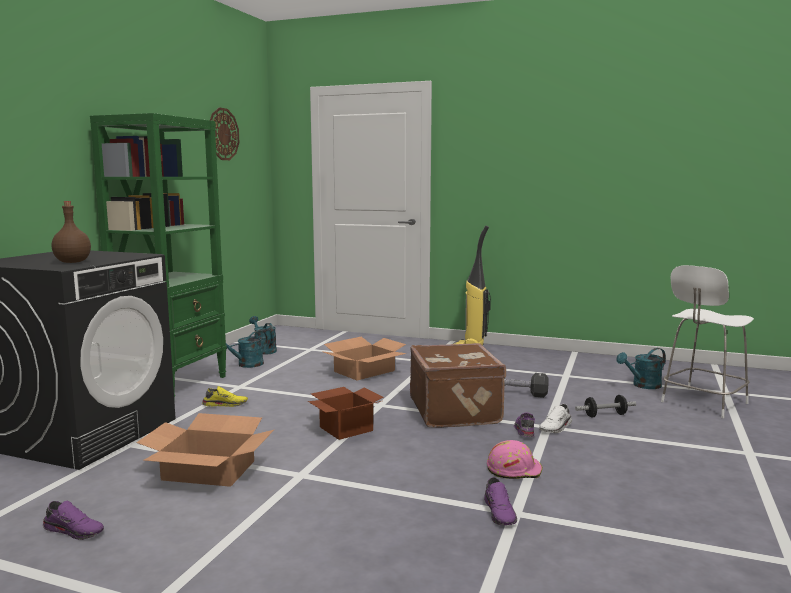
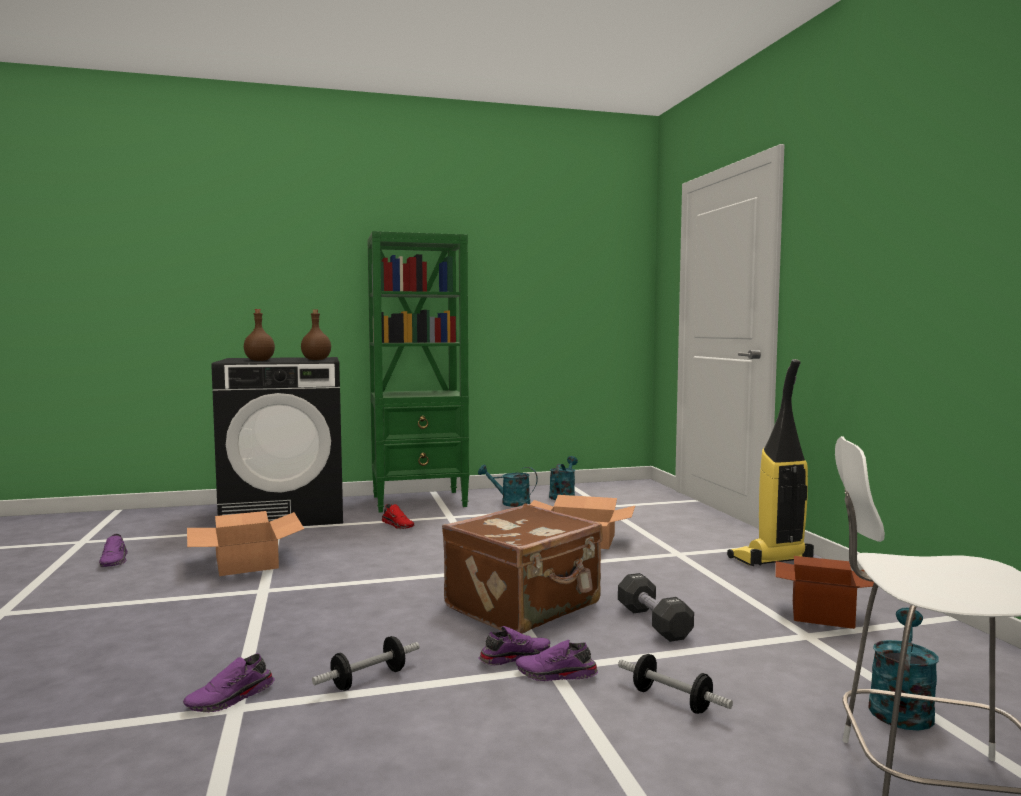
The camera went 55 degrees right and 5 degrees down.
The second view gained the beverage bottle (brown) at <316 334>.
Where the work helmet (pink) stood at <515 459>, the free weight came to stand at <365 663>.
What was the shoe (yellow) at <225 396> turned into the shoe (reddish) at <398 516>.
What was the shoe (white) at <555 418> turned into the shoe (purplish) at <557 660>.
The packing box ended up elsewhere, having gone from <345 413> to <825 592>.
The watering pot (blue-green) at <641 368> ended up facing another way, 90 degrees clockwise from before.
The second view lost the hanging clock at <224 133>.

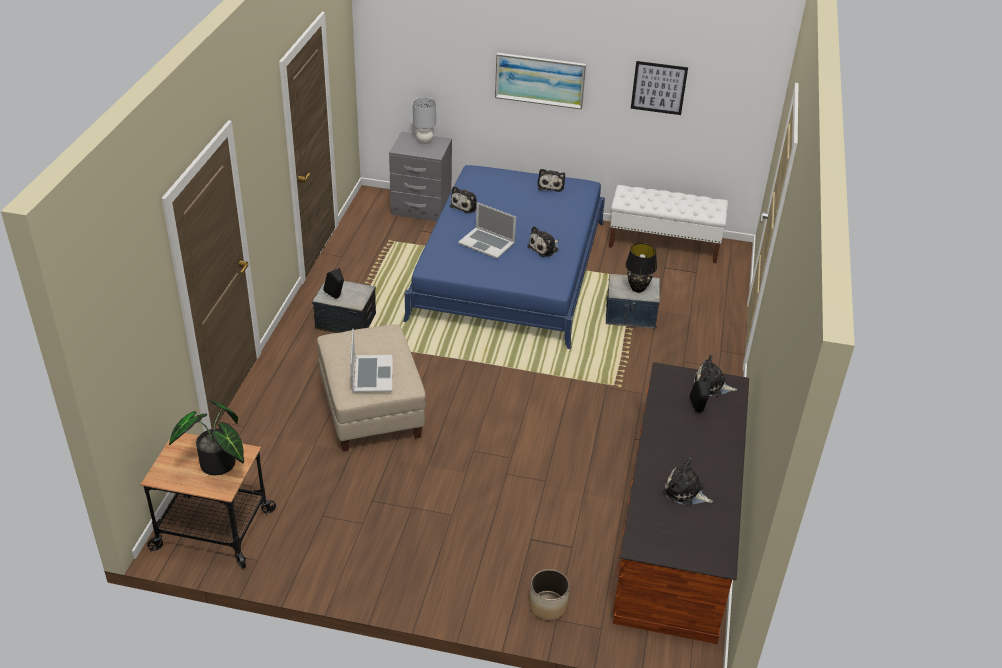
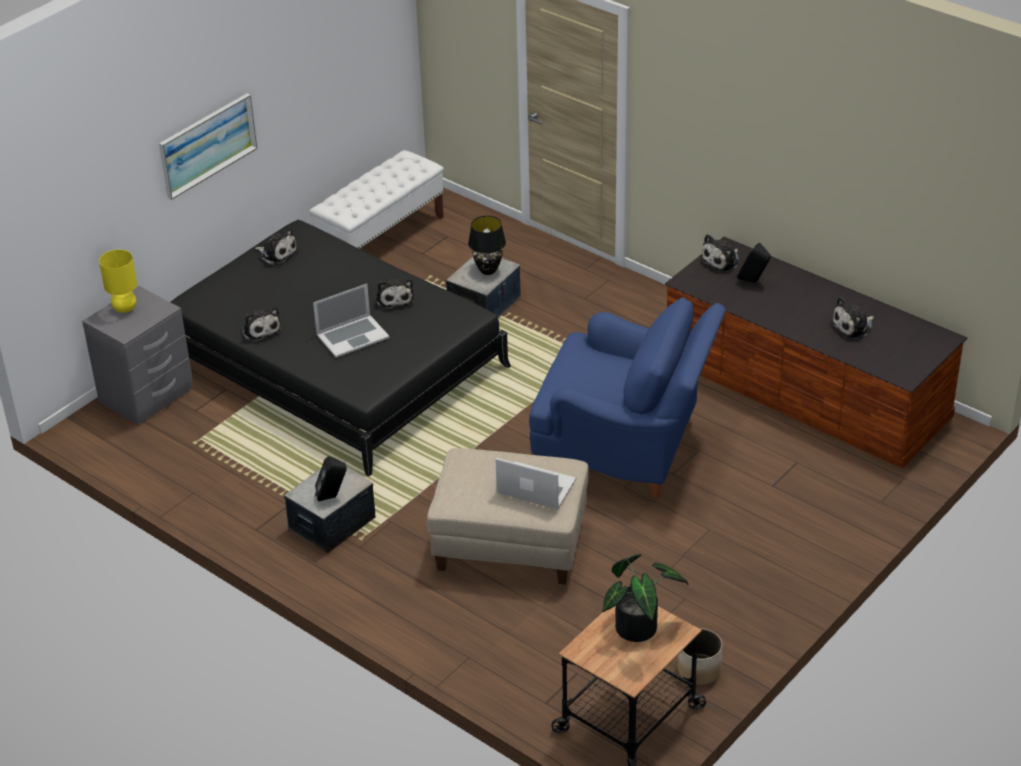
The camera went 60 degrees left and 0 degrees up.
What was the lamp for a table (greyish) at <424 120> turned into the lamp for a table (yellow) at <118 281>.
What was the sleeping bed (blue-coloured) at <504 257> turned into the sleeping bed (blackish) at <341 348>.
The second view gained the lounge chair (blue-coloured) at <627 398>.
The flower pot ended up elsewhere, having gone from <549 594> to <700 656>.
The second view lost the picture at <659 88>.

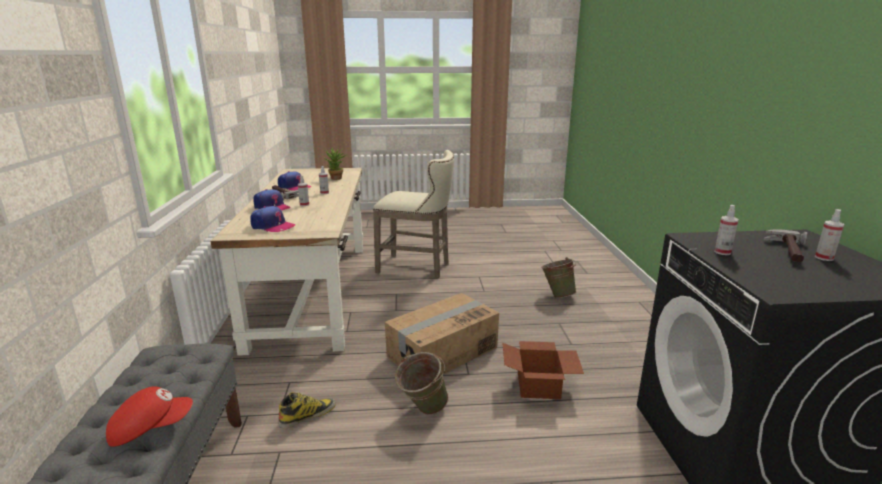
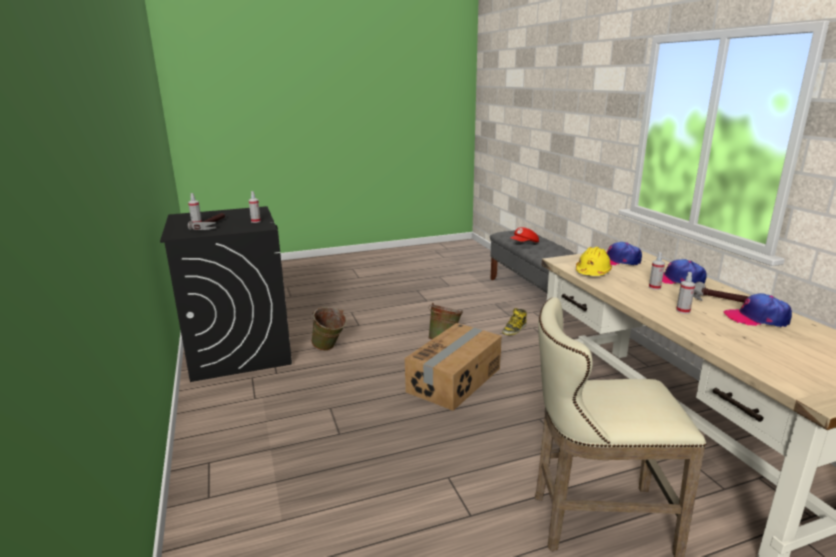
The camera went 165 degrees right and 0 degrees up.
The bucket (greenish) ended up elsewhere, having gone from <558 277> to <329 329>.
The second view gained the work helmet (yellow) at <594 261>.
The second view lost the houseplant at <335 164>.
The second view lost the packing box at <543 370>.

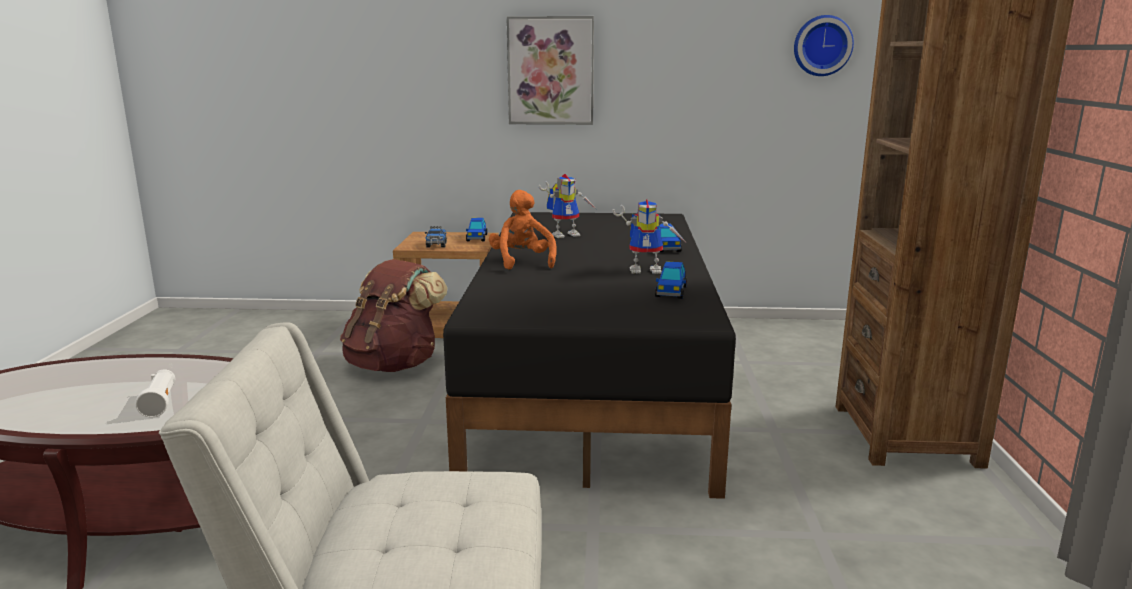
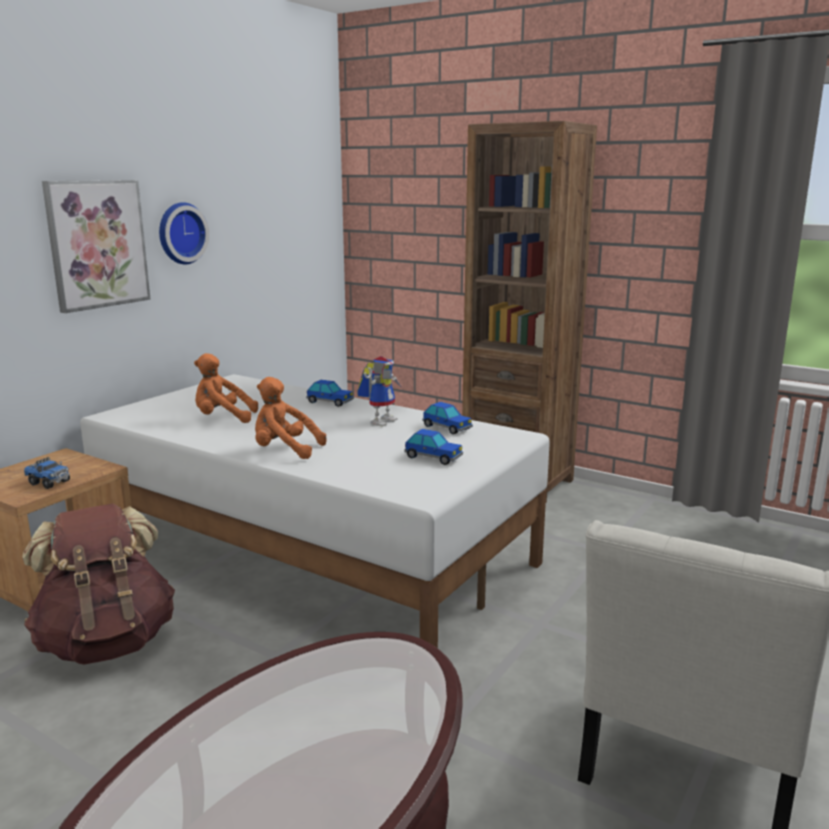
The camera went 60 degrees left and 0 degrees up.
What was the sleeping bed (blackish) at <589 355> turned into the sleeping bed (white) at <315 511>.
The hanging clock ended up elsewhere, having gone from <824 45> to <184 233>.
Where the model robot stood at <567 206>, the soft toy (orangey) came to stand at <226 388>.
The miniature car ended up elsewhere, having gone from <476 229> to <433 447>.
The second view lost the torch (white) at <155 393>.

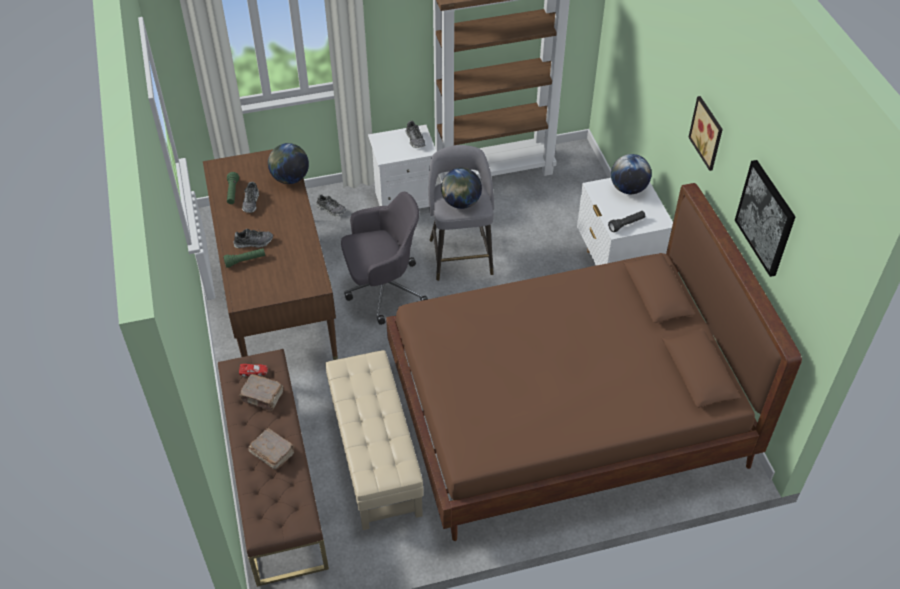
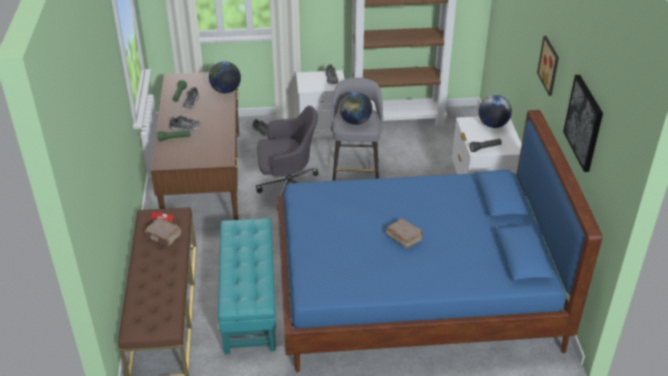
The camera went 10 degrees right and 10 degrees down.
What was the footrest (beige) at <374 440> turned into the footrest (blue-green) at <247 286>.
What was the sleeping bed (brown) at <594 362> turned into the sleeping bed (blue-coloured) at <439 241>.
The bound book (brown) ended up elsewhere, having gone from <272 448> to <405 233>.

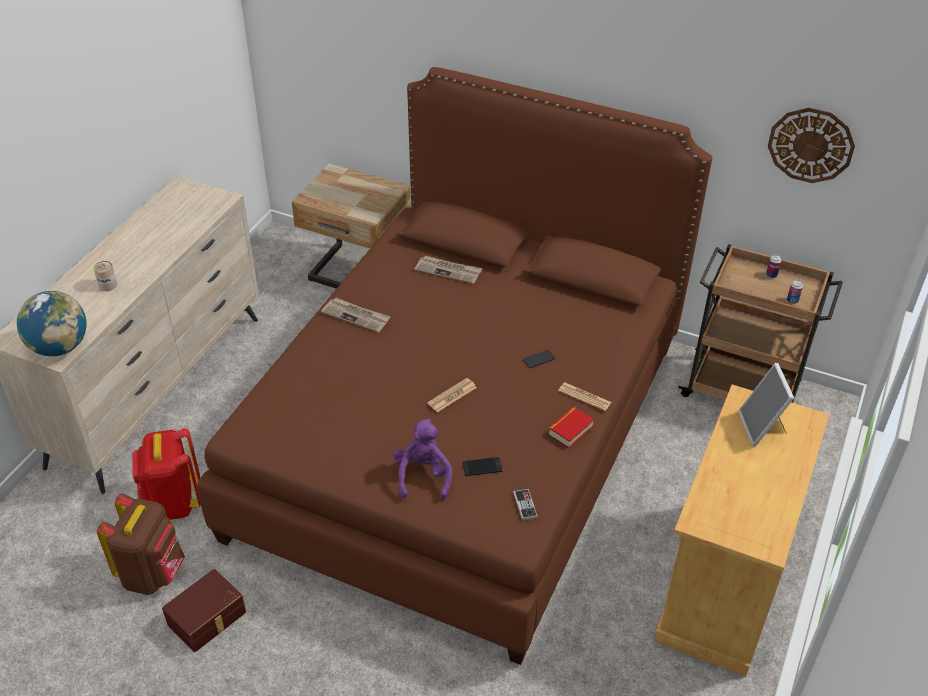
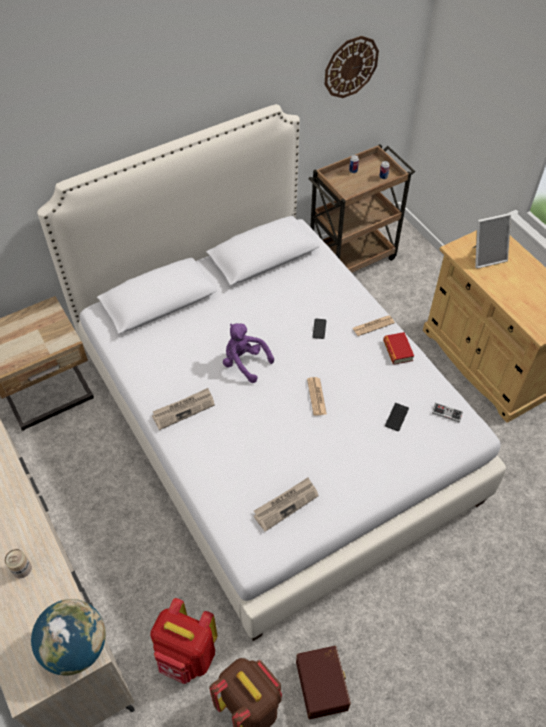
The camera went 55 degrees left and 10 degrees up.
What was the sleeping bed (brown) at <454 366> turned into the sleeping bed (white) at <271 372>.
The soft toy (purplish) ended up elsewhere, having gone from <422 459> to <248 353>.
The daily paper ended up elsewhere, having gone from <448 270> to <286 505>.
The photo frame at <766 405> ended up facing another way, 45 degrees counterclockwise from before.

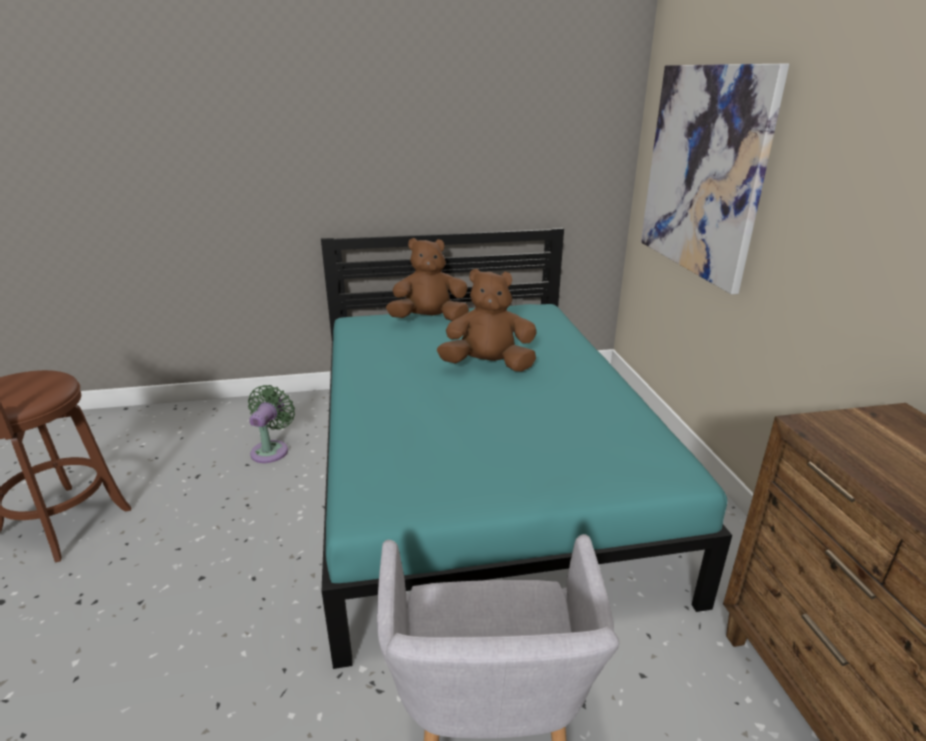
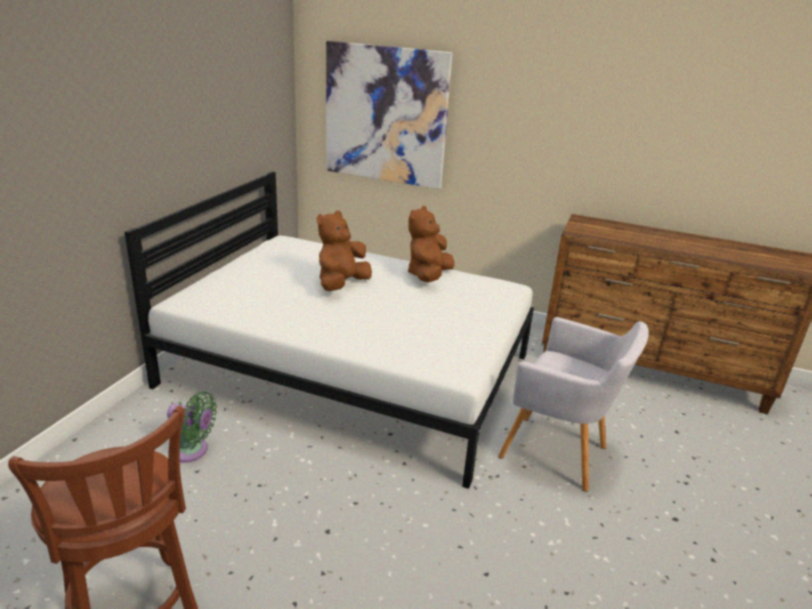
The camera went 60 degrees left and 0 degrees up.
What was the sleeping bed (blue-green) at <526 448> turned into the sleeping bed (white) at <329 330>.
The electric fan (greenish) at <271 424> ended up facing another way, 150 degrees clockwise from before.
The soft toy (brown) ended up elsewhere, having gone from <427 279> to <431 244>.

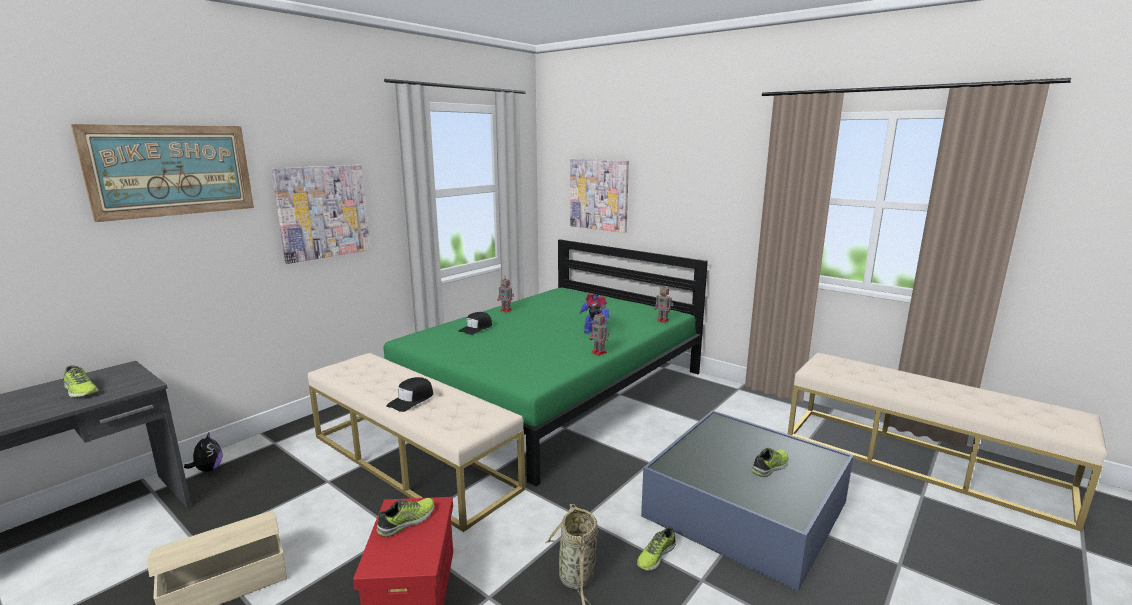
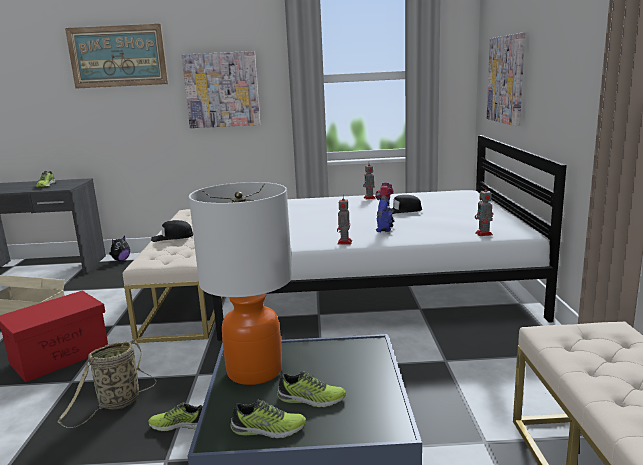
The camera went 50 degrees right and 0 degrees up.
The second view gained the lamp for a table at <241 283>.
What was the sleeping bed (greenish) at <546 363> turned into the sleeping bed (white) at <389 238>.
The shoe ended up elsewhere, having gone from <405 517> to <268 419>.
The peaked cap (blackish) ended up elsewhere, having gone from <475 323> to <405 204>.

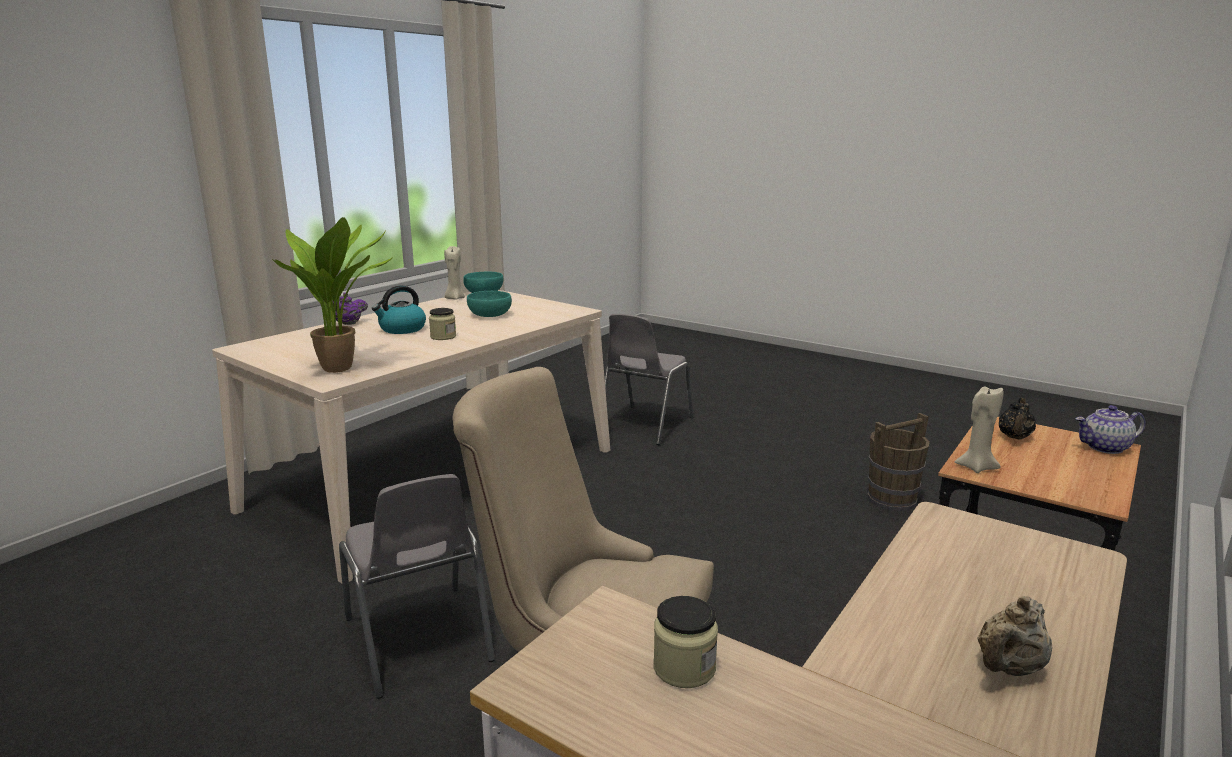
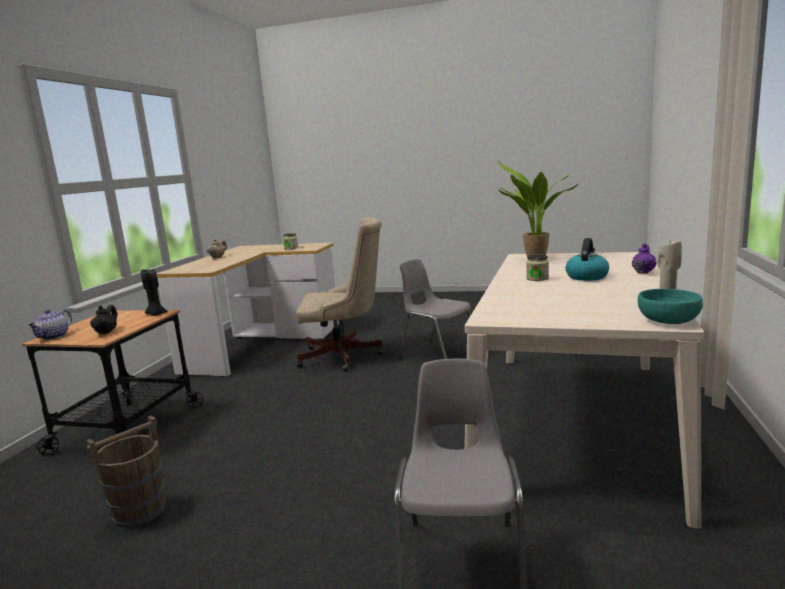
The camera went 160 degrees right and 5 degrees down.
The teapot at <1110 429> ended up facing another way, 135 degrees clockwise from before.
What was the candle (beige) at <979 429> turned into the candle (blackish) at <154 292>.
The second view lost the serving bowl (blue-green) at <489 304>.

